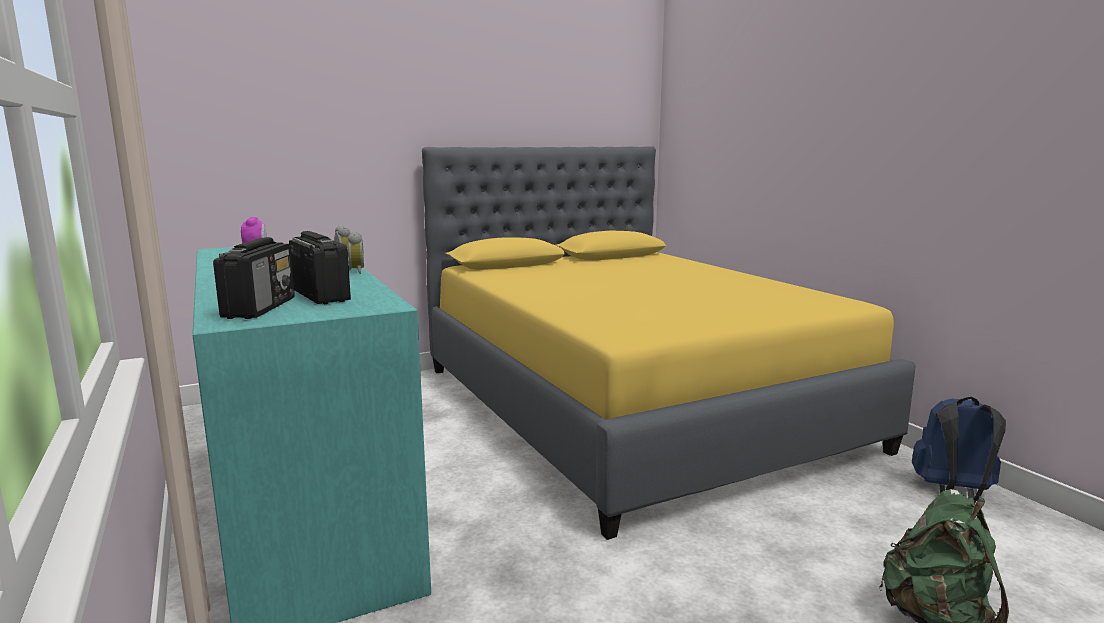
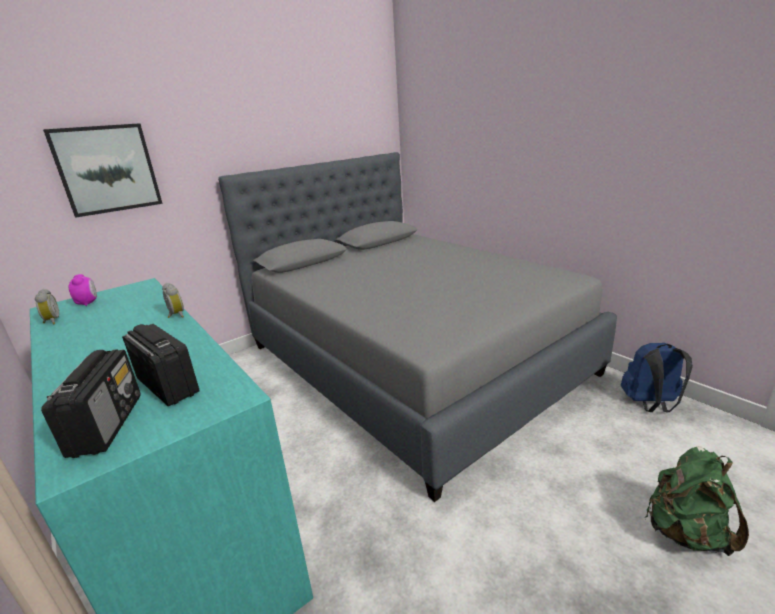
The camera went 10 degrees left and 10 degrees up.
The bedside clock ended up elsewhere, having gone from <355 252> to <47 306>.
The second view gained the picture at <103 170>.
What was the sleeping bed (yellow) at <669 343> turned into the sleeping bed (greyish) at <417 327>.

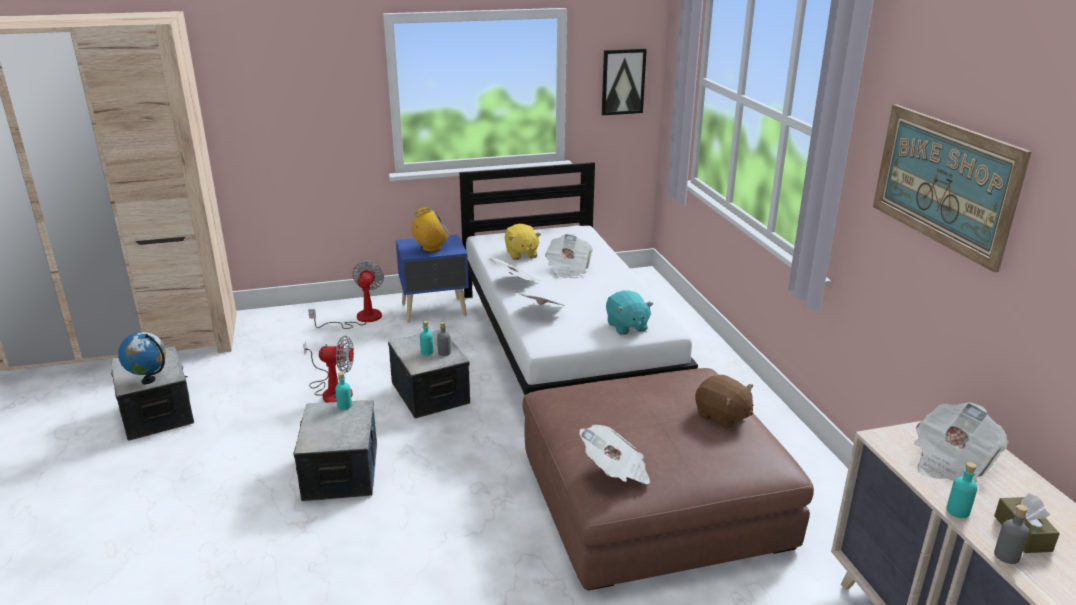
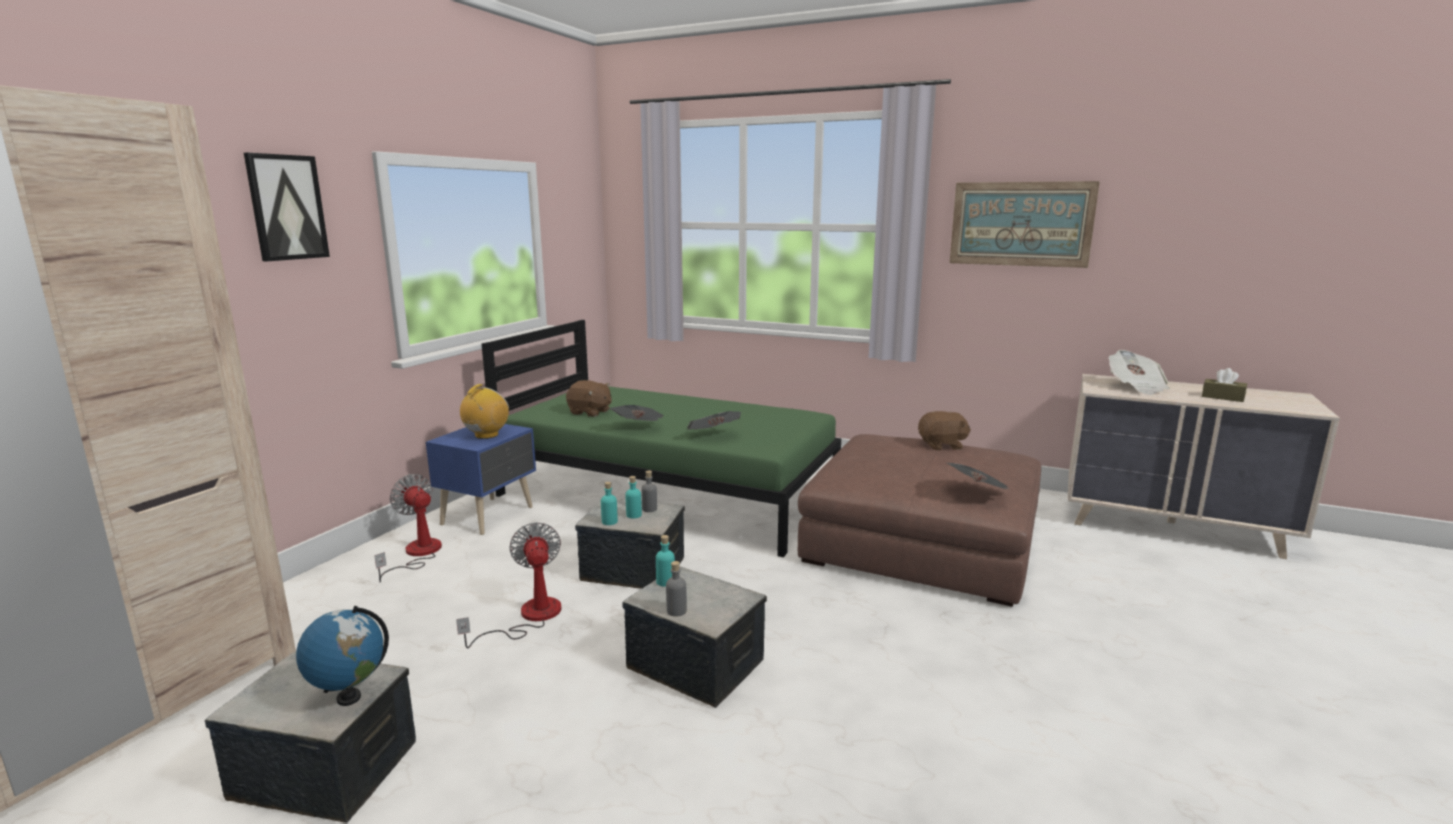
The camera went 50 degrees left and 10 degrees down.
The picture ended up elsewhere, having gone from <624 82> to <287 207>.
The electric fan at <328 369> ended up facing another way, 60 degrees counterclockwise from before.
What was the sleeping bed (white) at <578 278> turned into the sleeping bed (greenish) at <661 438>.
What was the soft toy (yellow) at <523 242> turned into the soft toy (brown) at <589 398>.
The beverage bottle (blue-green) ended up elsewhere, having gone from <962 490> to <609 503>.
The beverage bottle (greyish) ended up elsewhere, having gone from <1011 534> to <676 589>.
The second view lost the daily paper at <569 256>.
The second view lost the soft toy (blue-green) at <629 312>.

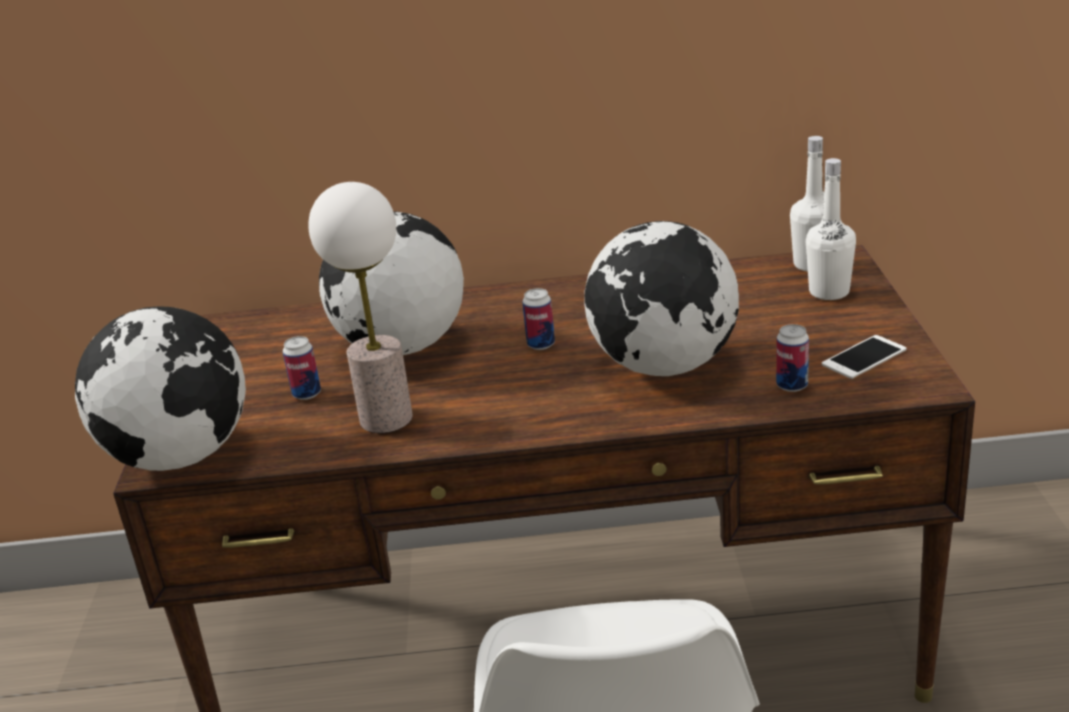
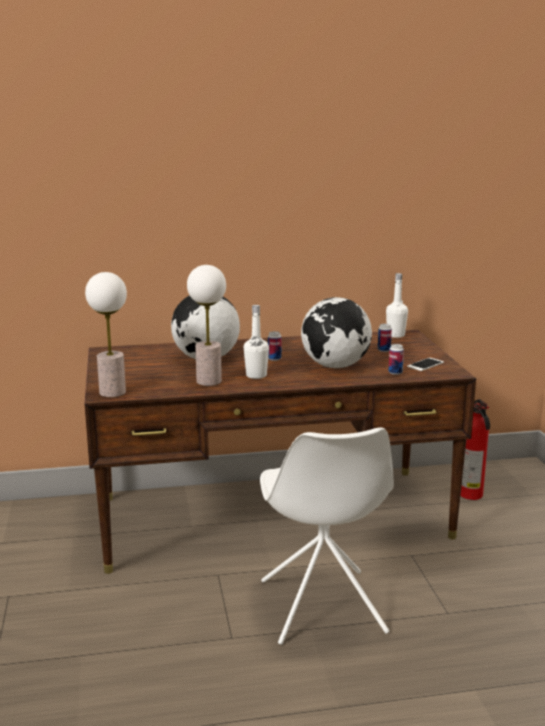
The camera went 10 degrees left and 10 degrees down.
Where the world globe stood at <160 388>, the lamp for a table came to stand at <106 334>.
The beverage bottle (white) ended up elsewhere, having gone from <831 229> to <256 342>.
The can ended up elsewhere, having gone from <302 368> to <385 338>.
The second view gained the fire extinguisher at <475 449>.

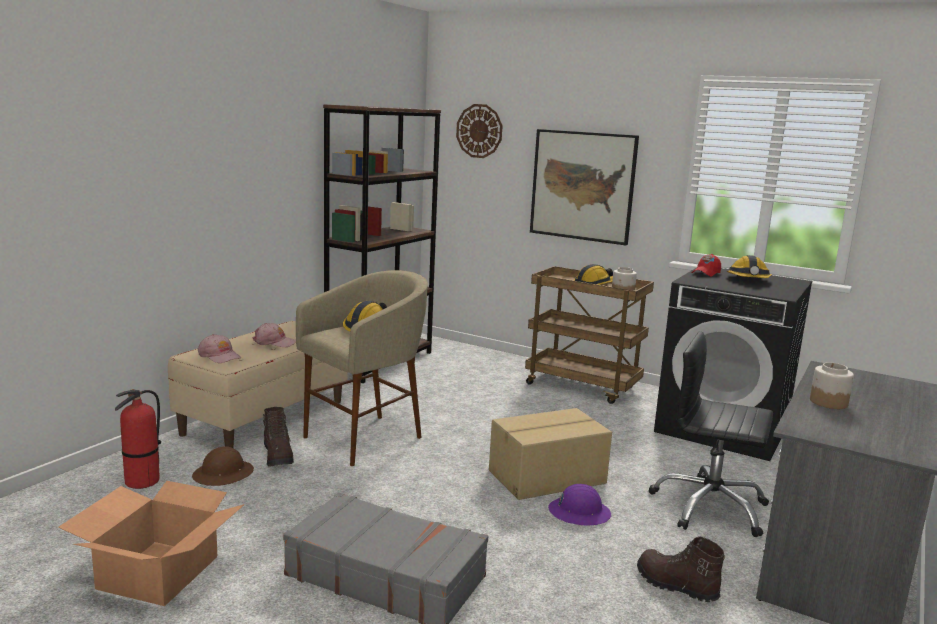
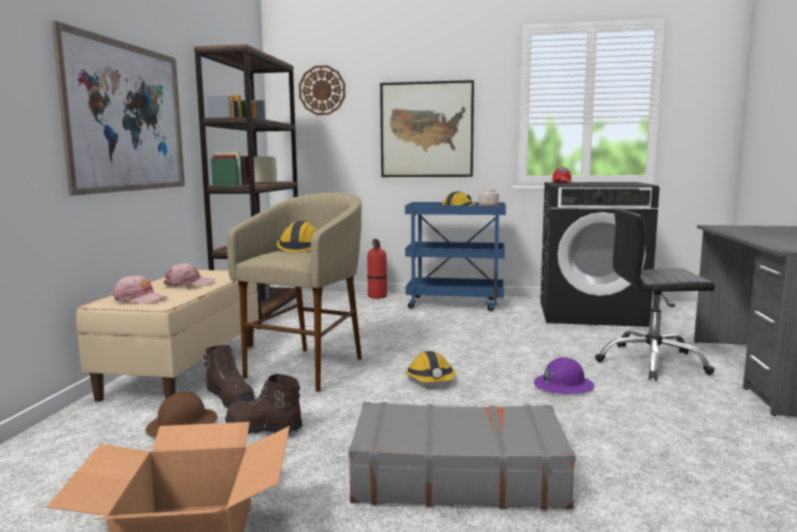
The camera went 20 degrees left and 5 degrees down.
The second view gained the picture at <118 108>.
The high-top boot (brown) ended up elsewhere, having gone from <681 569> to <264 404>.
The fire extinguisher ended up elsewhere, having gone from <138 439> to <377 269>.
What was the wheeled cart (brown) at <589 335> turned into the wheeled cart (blue-coloured) at <455 256>.
The work helmet ended up elsewhere, having gone from <749 266> to <430 367>.
The second view lost the packing box at <550 454>.
The second view lost the storage jar at <832 385>.

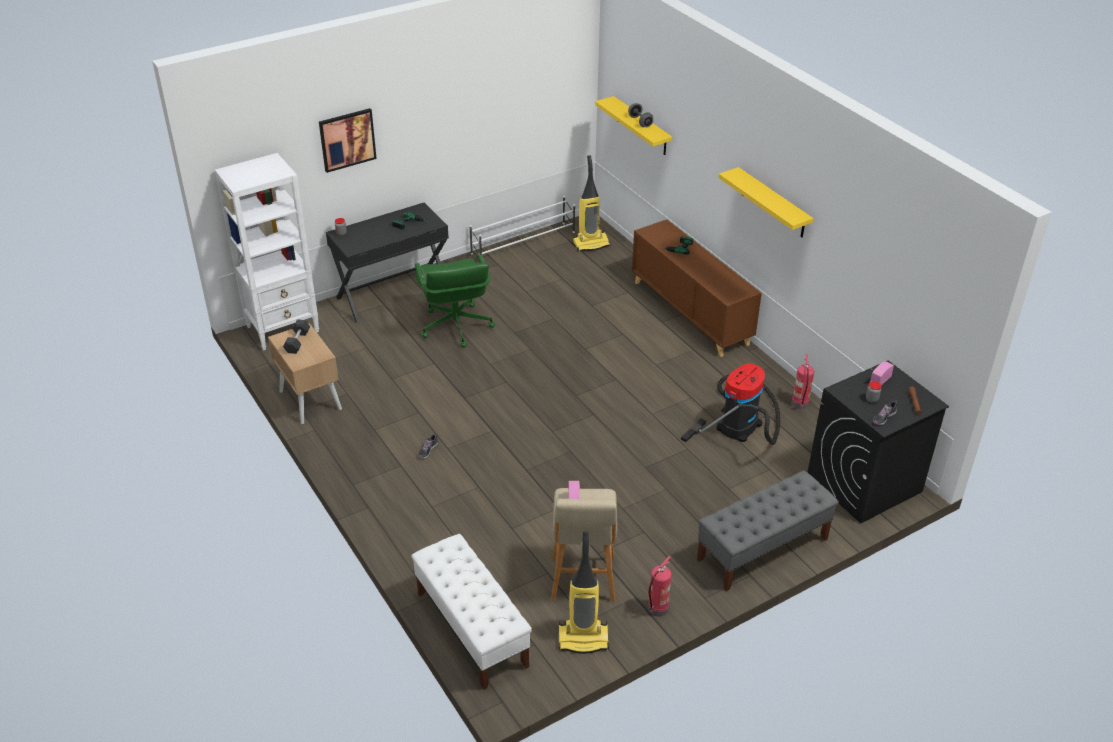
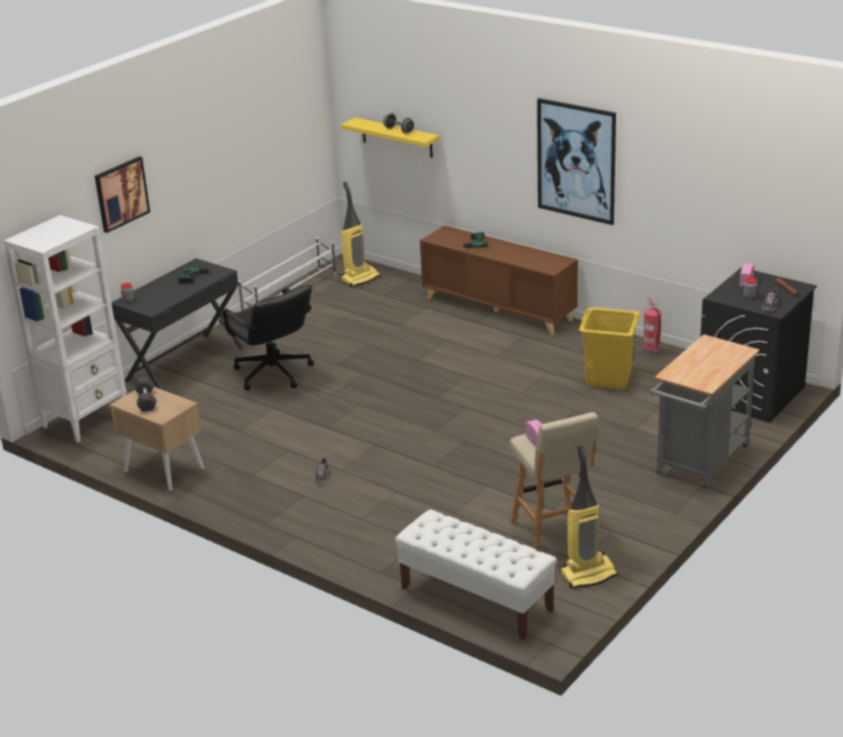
The camera went 20 degrees left and 10 degrees down.
What was the computer chair (greenish) at <455 301> turned into the computer chair (blackish) at <266 337>.
Where the wall shelf (yellow) hung at <766 202>, the picture came to hang at <576 161>.
Where the hoover stood at <730 404>, the laundry basket (yellow) came to stand at <609 348>.
Where the long seat (greyish) stood at <768 530>, the wheeled cart (greyish) came to stand at <704 412>.
The second view lost the fire extinguisher at <659 586>.

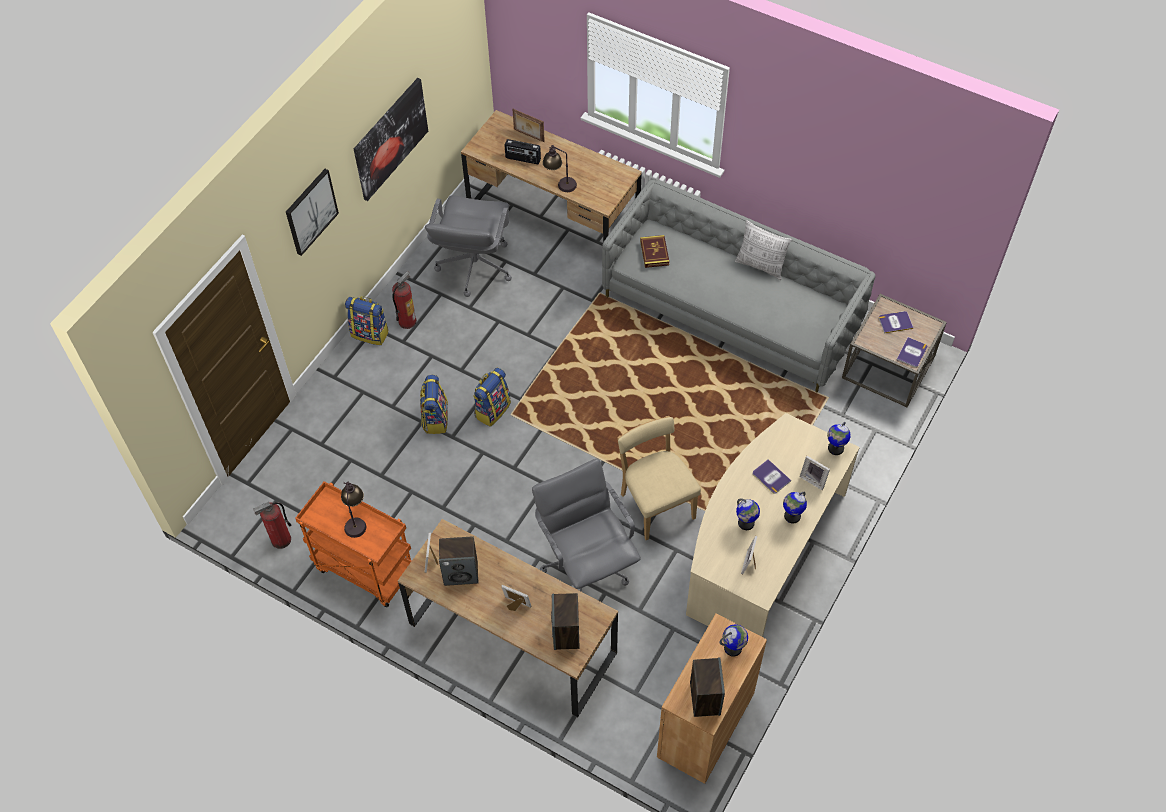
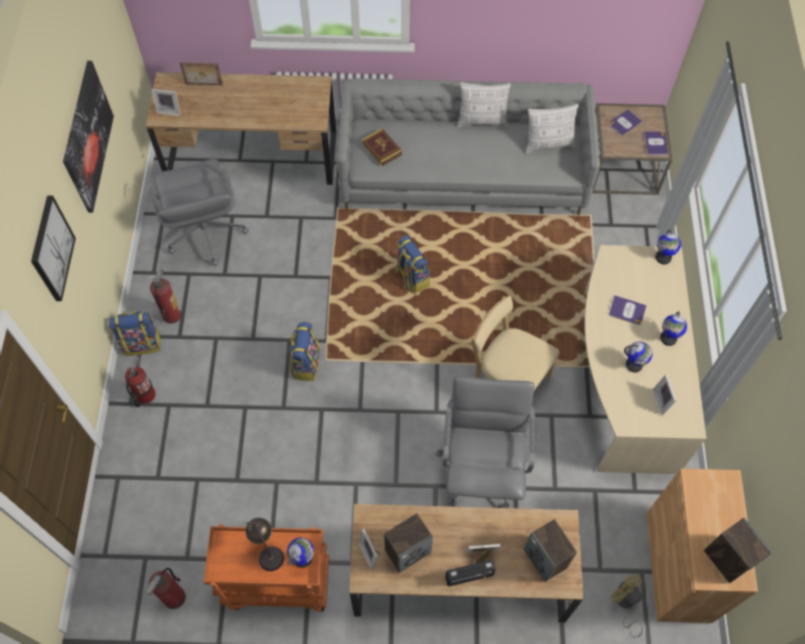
The camera went 30 degrees left and 5 degrees up.
The second view gained the fire extinguisher at <140 381>.
The photo frame ended up elsewhere, having gone from <815 473> to <166 102>.
The world globe ended up elsewhere, having gone from <734 641> to <300 552>.
The rucksack ended up elsewhere, having gone from <434 404> to <412 264>.
The computer chair (greyish) at <586 524> ended up facing another way, 60 degrees clockwise from before.
The radio ended up elsewhere, having gone from <522 151> to <470 573>.
The second view gained the pillow at <552 128>.
The second view gained the electric fan (yellow) at <627 605>.
The second view lost the lamp for a table at <560 168>.

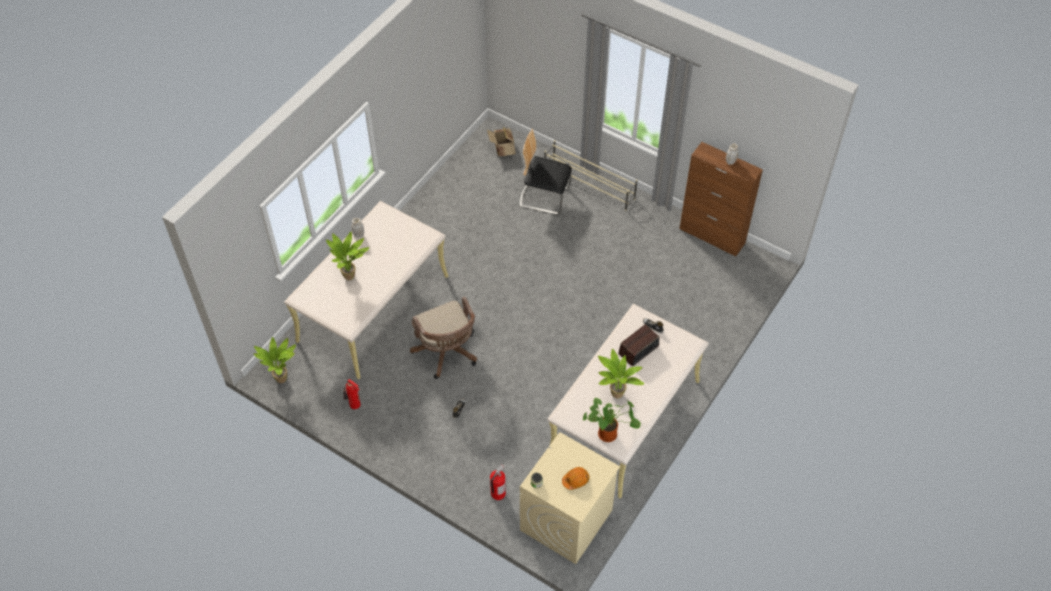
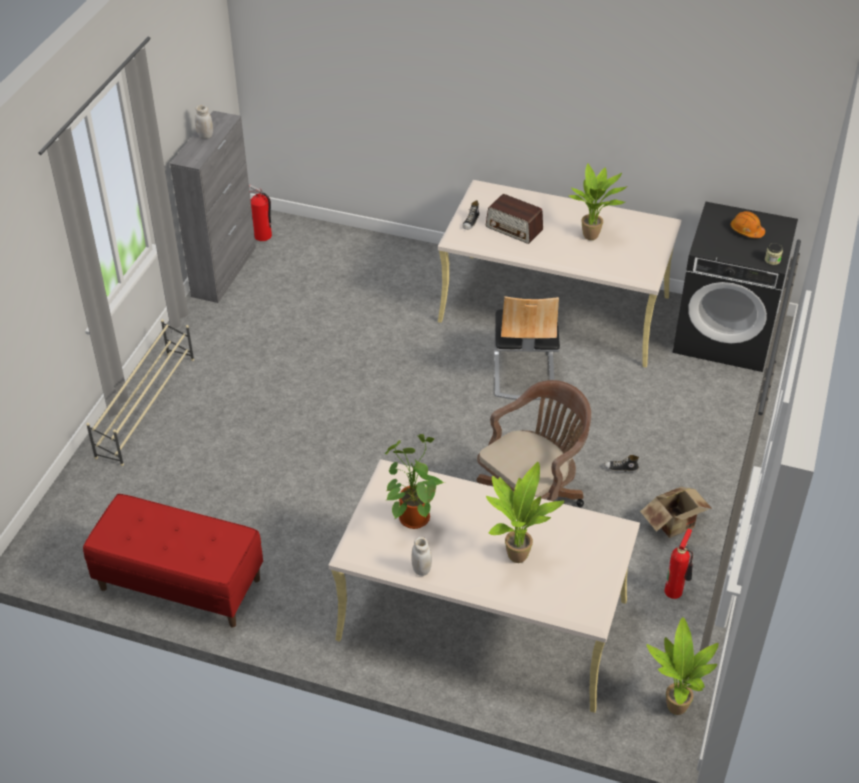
The camera went 105 degrees left and 10 degrees down.
The second view gained the long seat (reddish) at <173 561>.
What was the cabinet (brown) at <721 199> turned into the cabinet (greyish) at <213 207>.
The fire extinguisher ended up elsewhere, having gone from <498 482> to <260 213>.
The houseplant ended up elsewhere, having gone from <612 419> to <414 481>.
The chair ended up elsewhere, having gone from <546 172> to <527 348>.
The packing box ended up elsewhere, having gone from <501 142> to <676 512>.
What was the laundry machine (beige) at <570 498> turned into the laundry machine (blackish) at <735 287>.

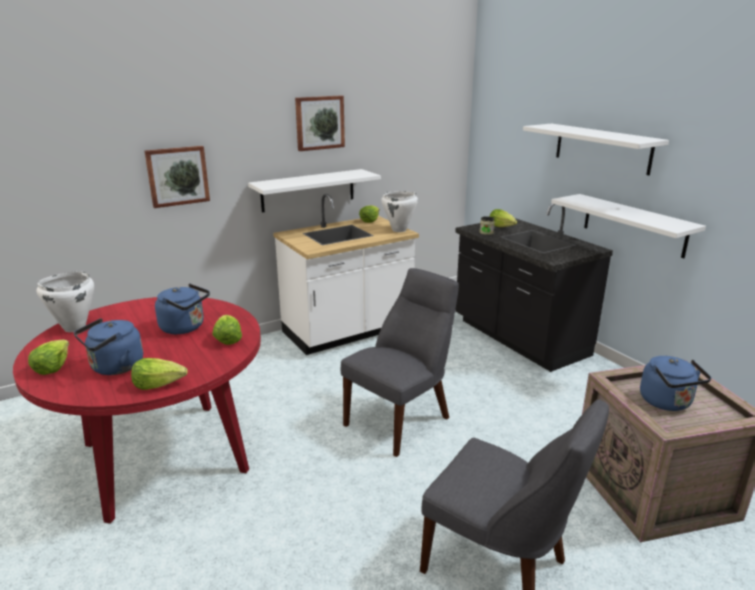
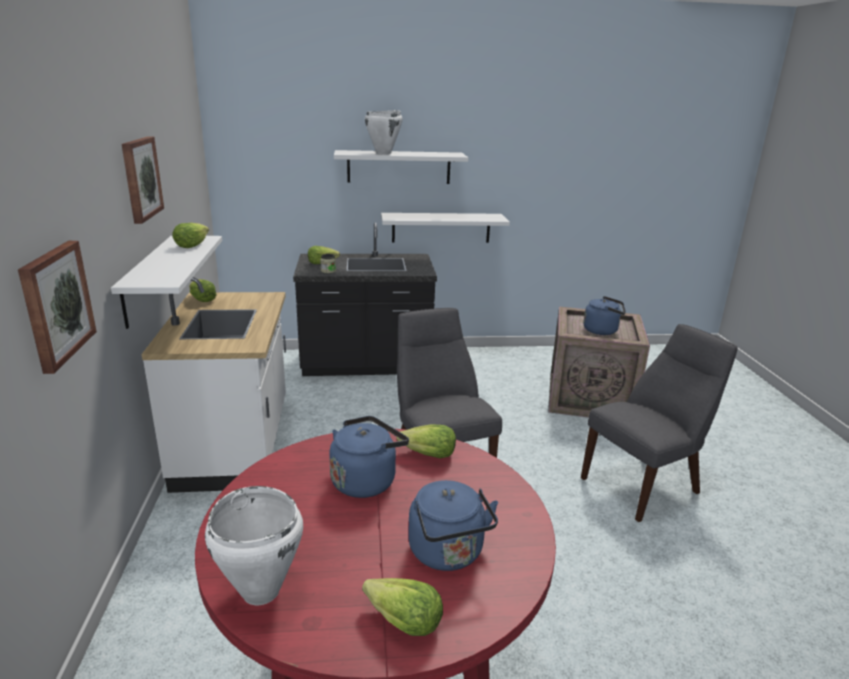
The camera went 65 degrees left and 0 degrees up.
The head of lettuce ended up elsewhere, having gone from <159 374> to <190 235>.
The cooking pot (white) ended up elsewhere, having gone from <399 211> to <383 132>.

